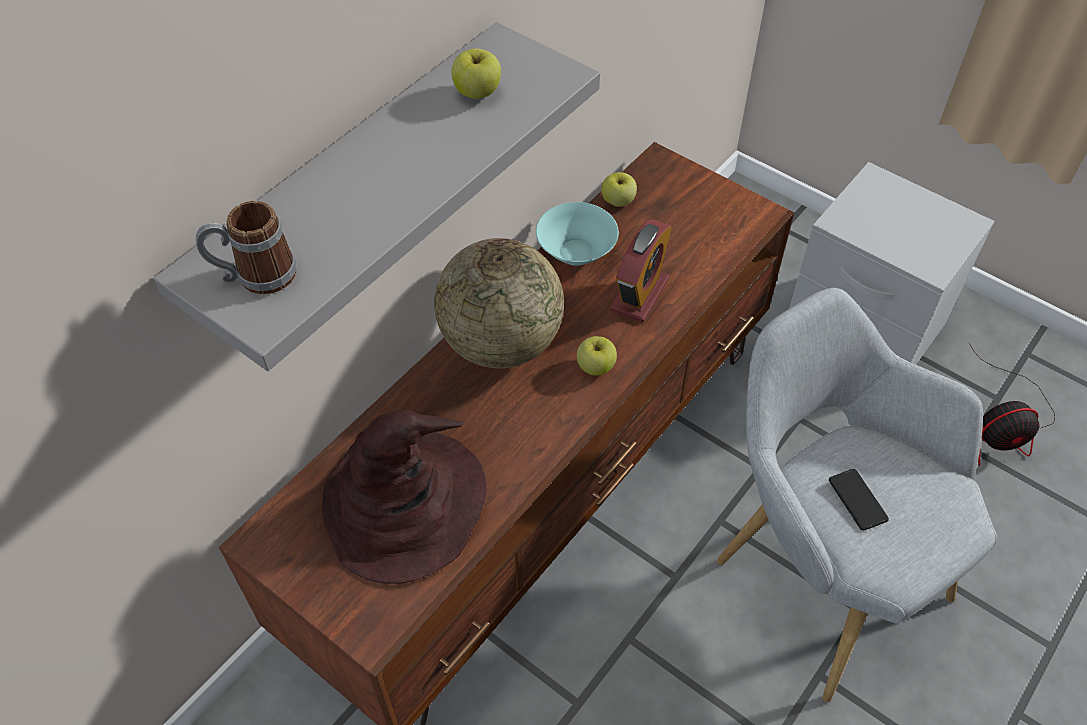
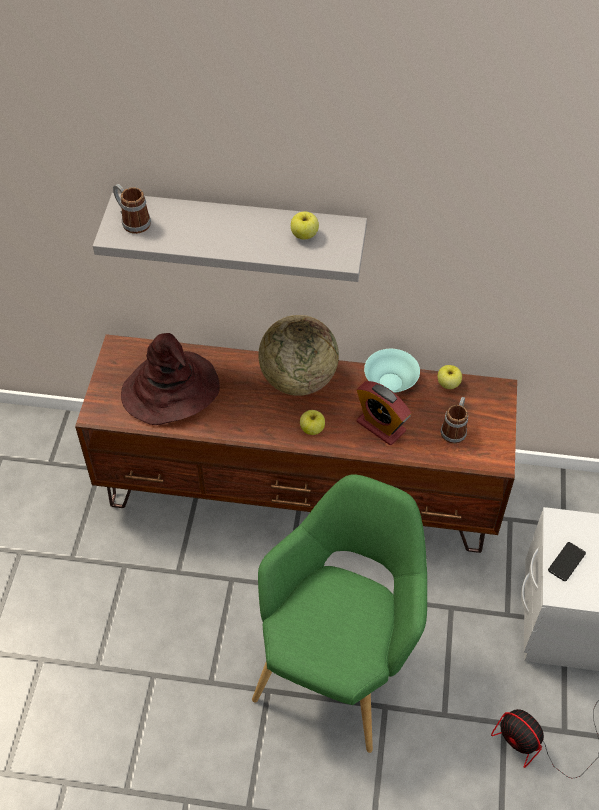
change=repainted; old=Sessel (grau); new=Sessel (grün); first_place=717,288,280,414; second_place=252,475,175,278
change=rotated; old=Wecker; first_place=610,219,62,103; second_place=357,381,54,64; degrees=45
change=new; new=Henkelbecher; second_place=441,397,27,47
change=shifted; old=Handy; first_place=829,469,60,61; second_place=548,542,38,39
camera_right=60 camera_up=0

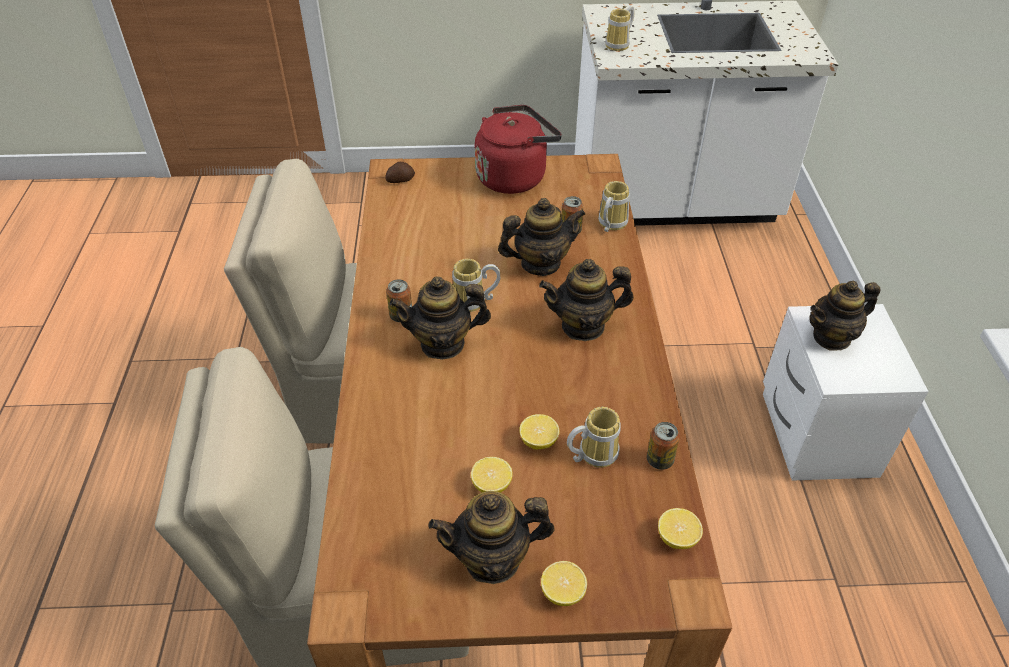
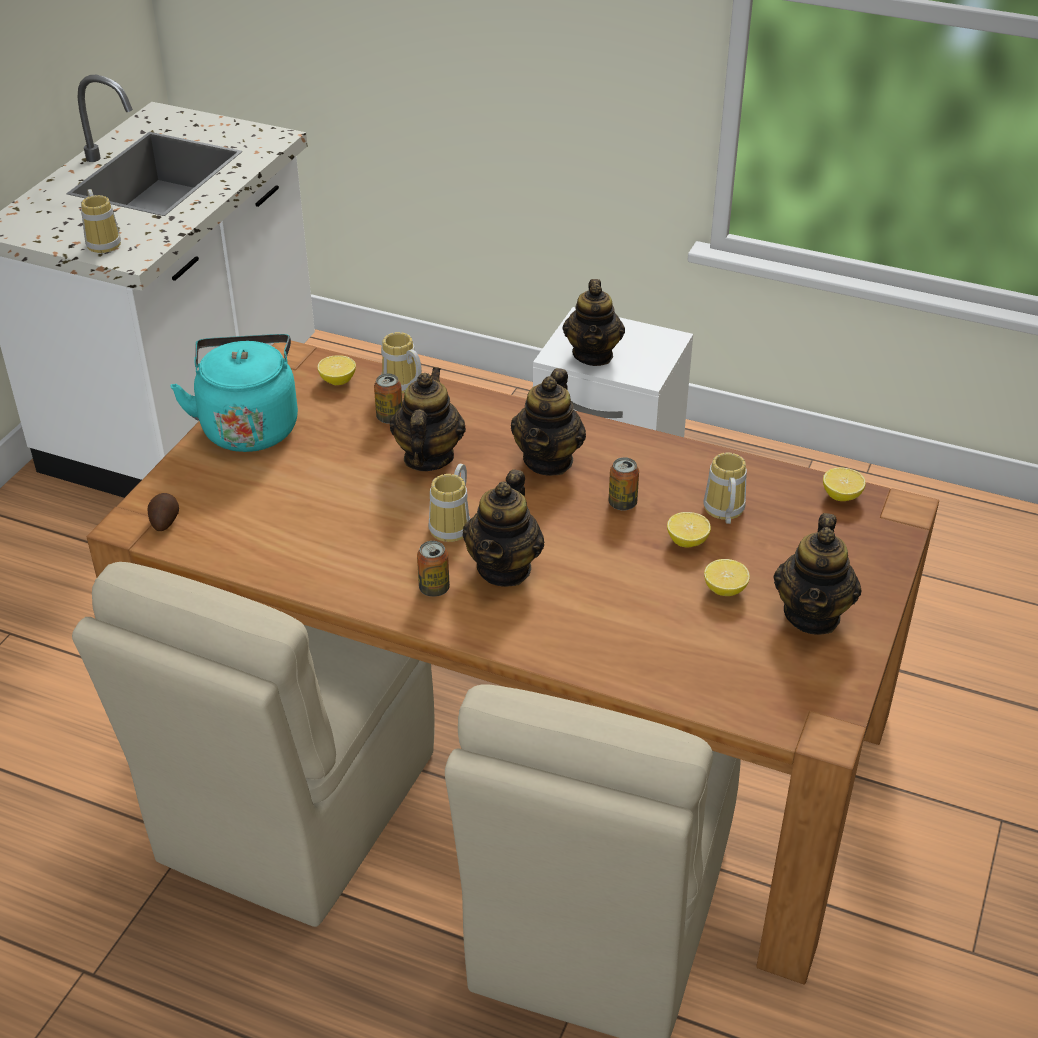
change=repainted; old=Wasserkessel (rot); new=Wasserkessel (türkis); first_place=475,105,87,89; second_place=170,334,128,118
change=shifted; old=Zitrone; first_place=541,561,46,45; second_place=317,355,39,30
change=shifted; old=Dose; first_place=647,422,33,48; second_place=609,457,30,53
camera_right=-65 camera_up=-5

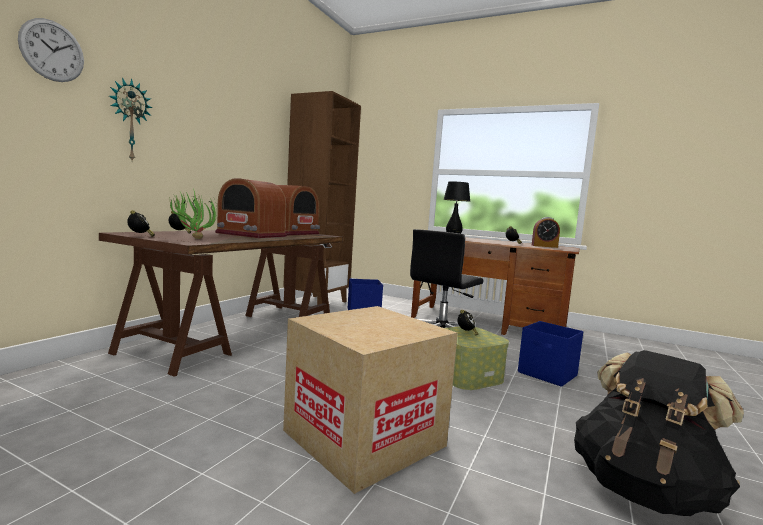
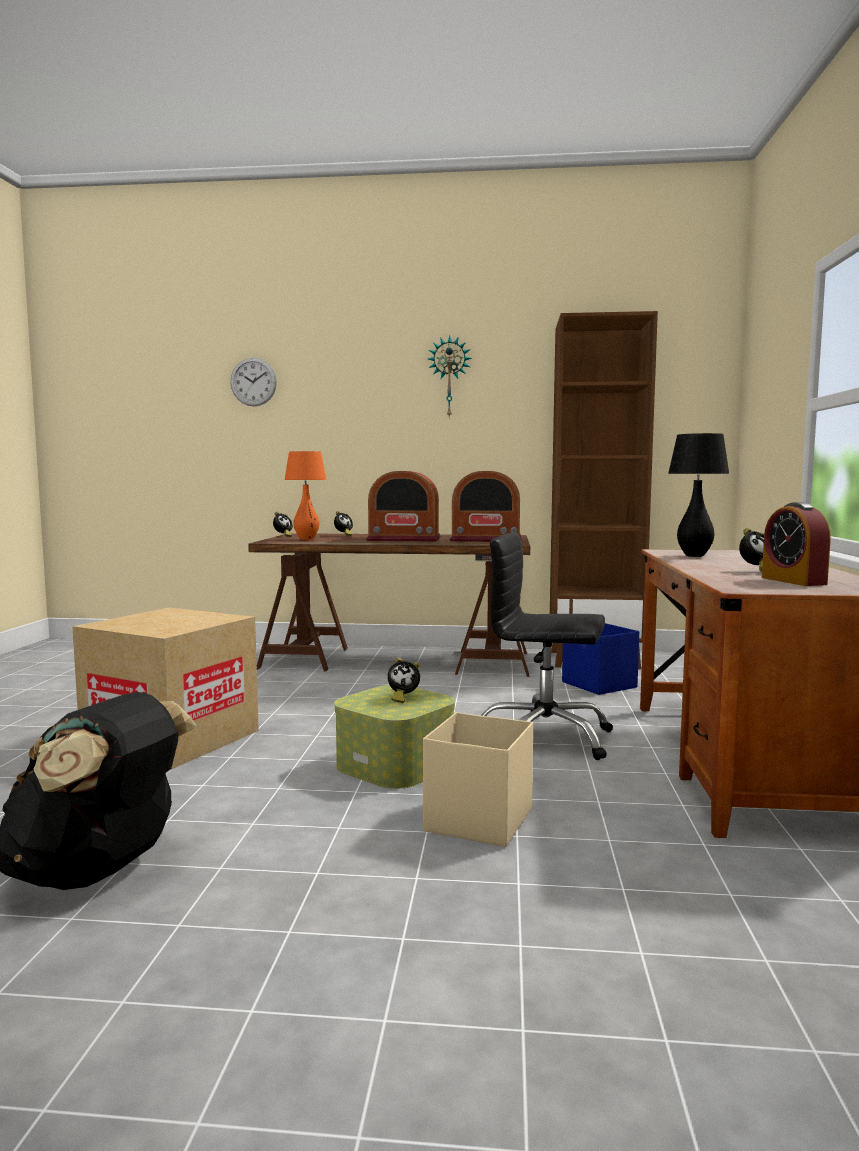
change=swapped; old=Topfpflanze; new=Tischlampe (orange); first_place=169,191,48,48; second_place=284,451,43,89
change=rotated; old=Radio; first_place=215,178,72,60; second_place=366,471,75,71; degrees=-90
change=repainted; old=Aufbewahrungsbox (blau); new=Aufbewahrungsbox (beige); first_place=518,321,65,66; second_place=423,712,110,135
change=shifted; old=Wanduhr; first_place=109,77,44,84; second_place=428,336,44,83
camera_right=70 camera_up=0

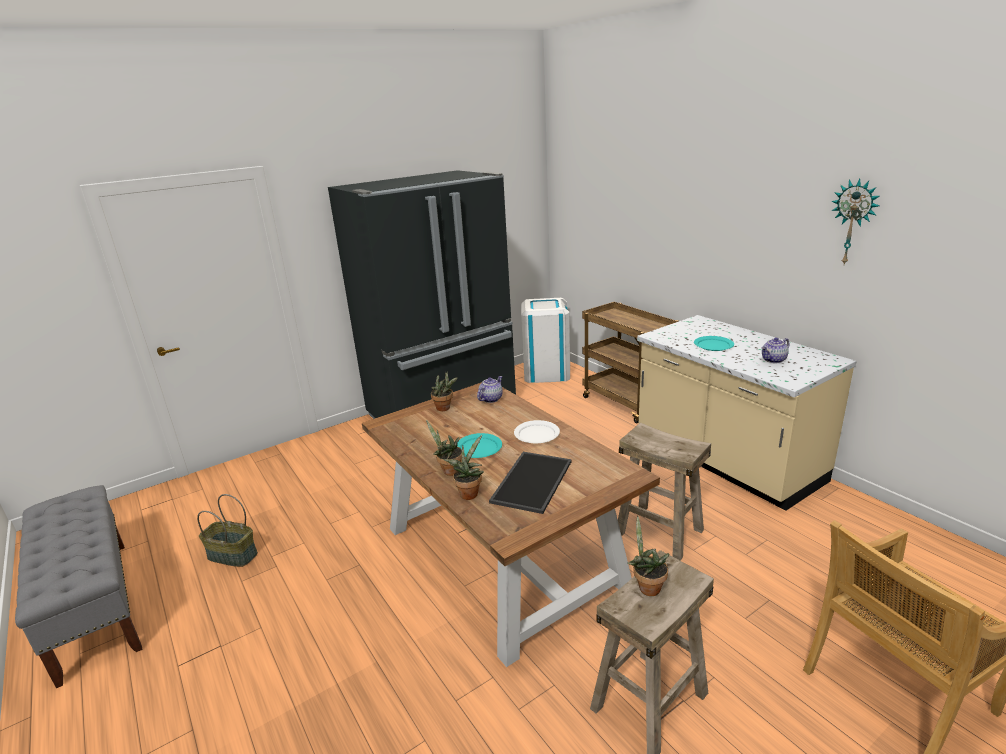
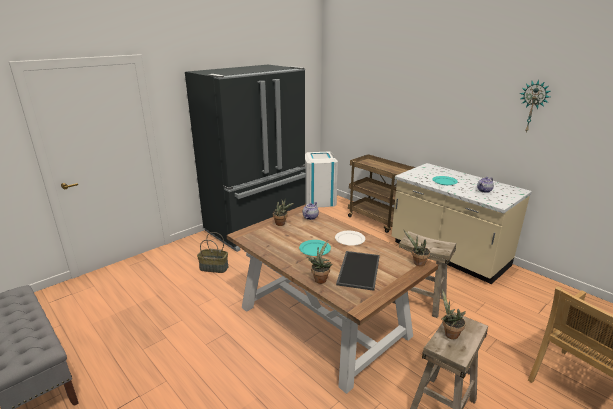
change=shifted; old=Korb; first_place=197,494,61,73; second_place=197,232,32,41
change=shifted; old=Topfpflanze; first_place=426,420,36,56; second_place=403,229,27,37
camera_right=-10 camera_up=0

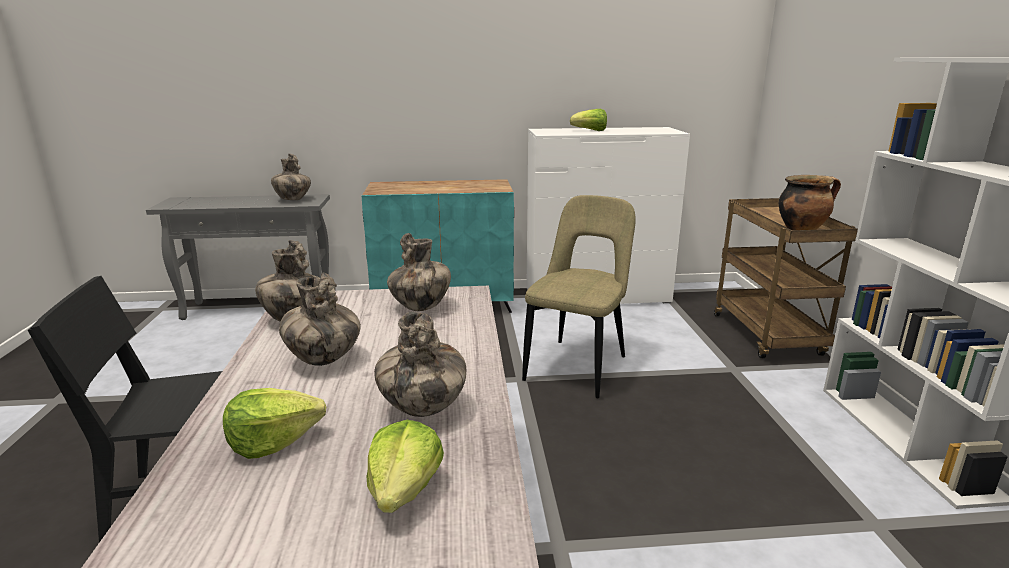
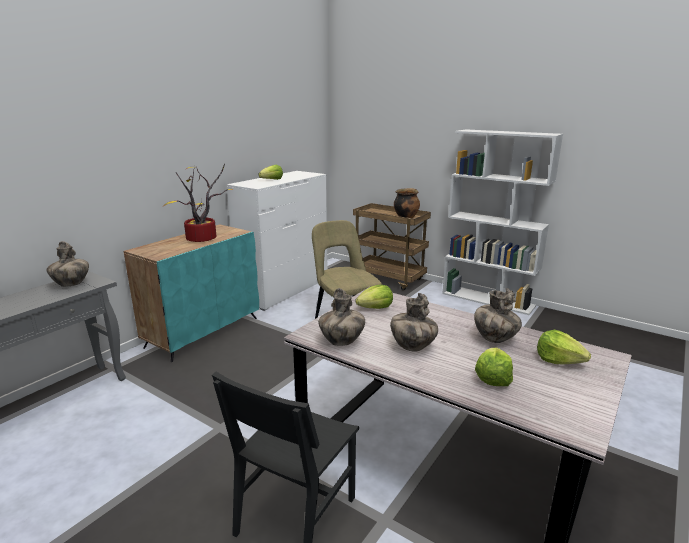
change=new; new=Topfpflanze; second_place=162,163,72,79
change=swapped; old=Vase; new=Salatkopf; first_place=387,233,64,78; second_place=356,285,37,24
camera_right=-50 camera_up=0

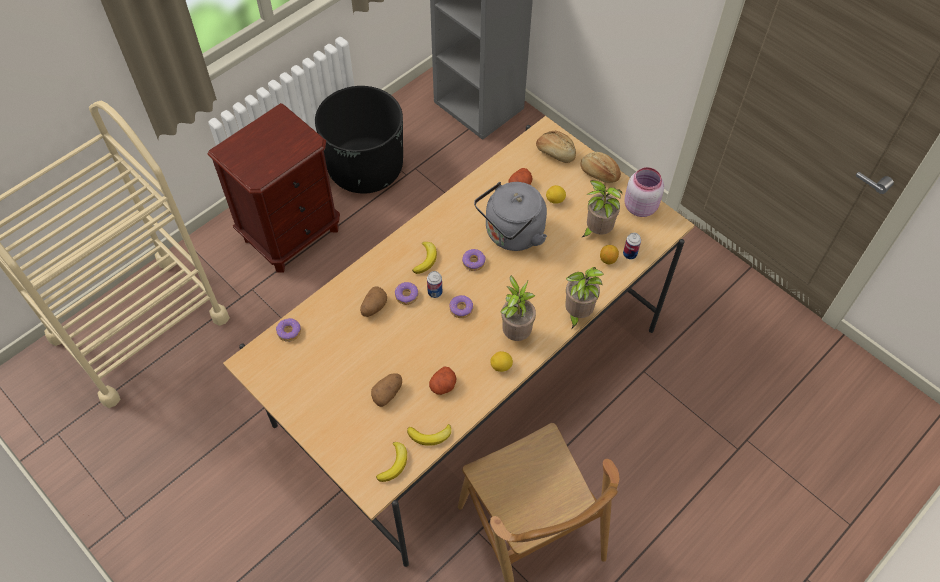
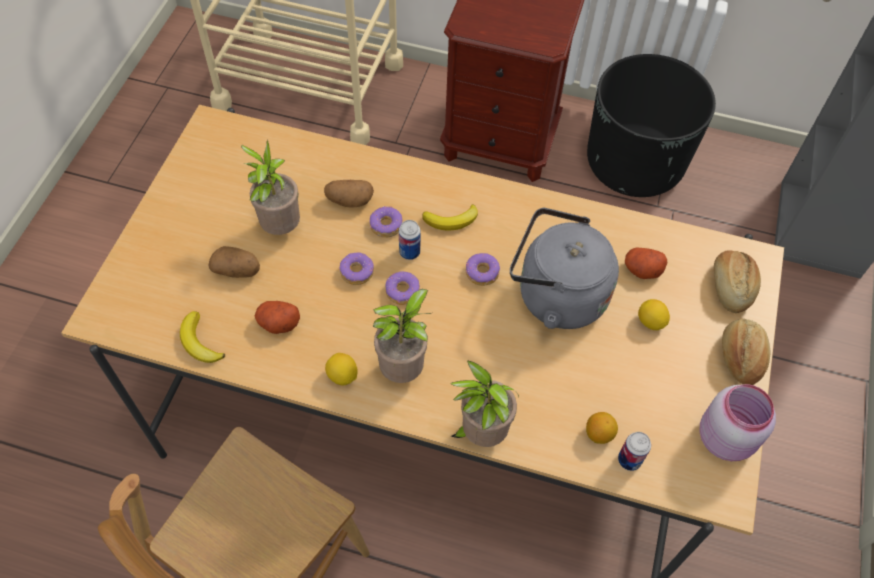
change=shifted; old=Topfpflanze; first_place=582,180,40,57; second_place=241,140,59,95
change=shifted; old=Donut; first_place=276,318,25,24; second_place=340,253,34,32
change=gone; old=Banane; first_place=376,442,31,40
camera_right=60 camera_up=0

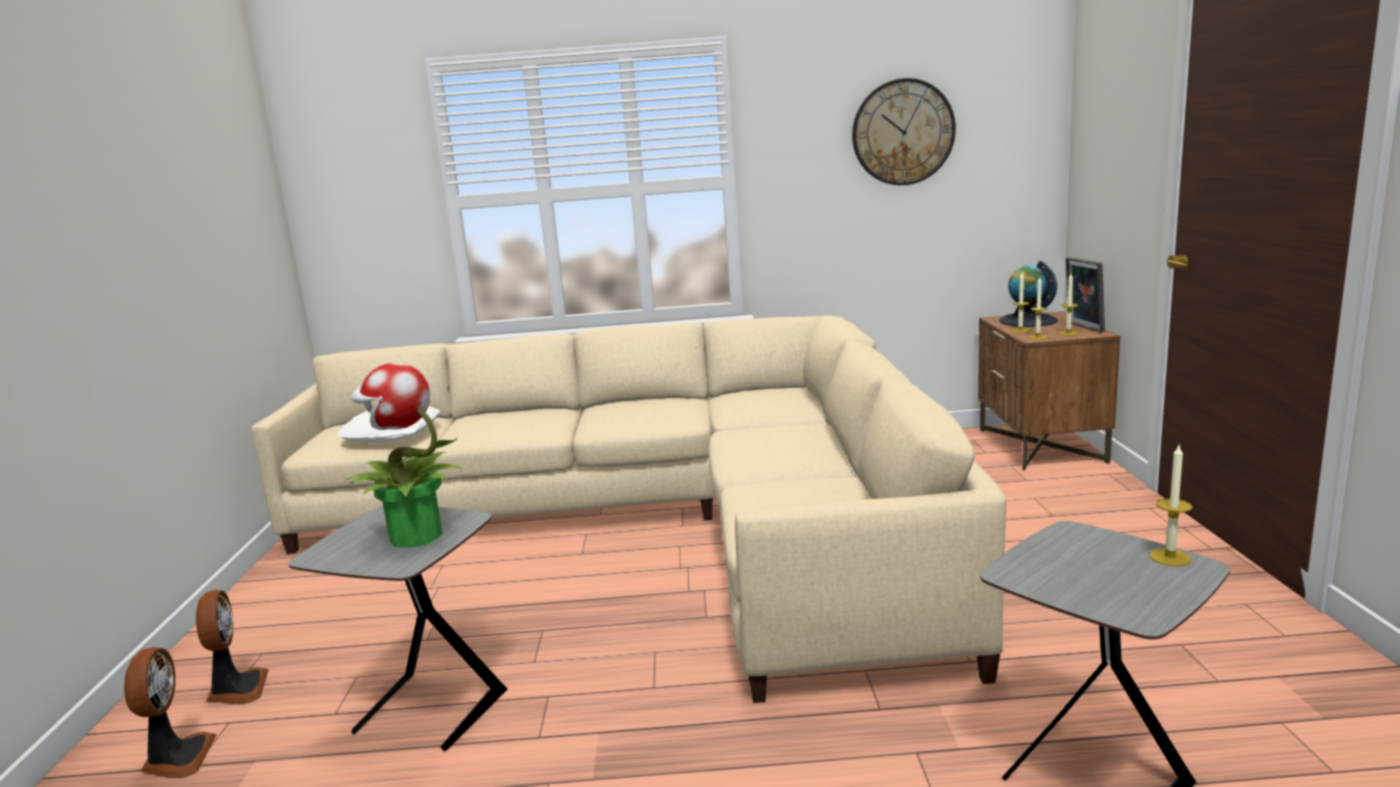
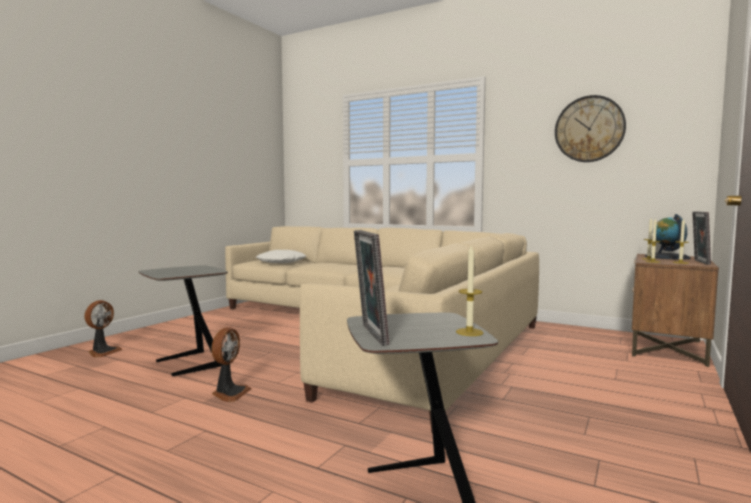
change=shifted; old=Ventilator; first_place=196,590,73,114; second_place=211,327,41,75
change=new; new=Bilderrahmen; second_place=354,230,35,116
change=gone; old=Topfpflanze; first_place=347,363,117,185
camera_right=30 camera_up=-10

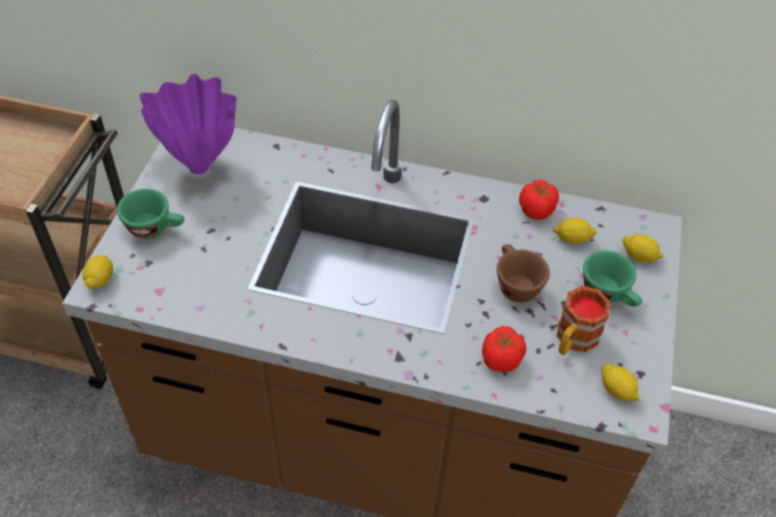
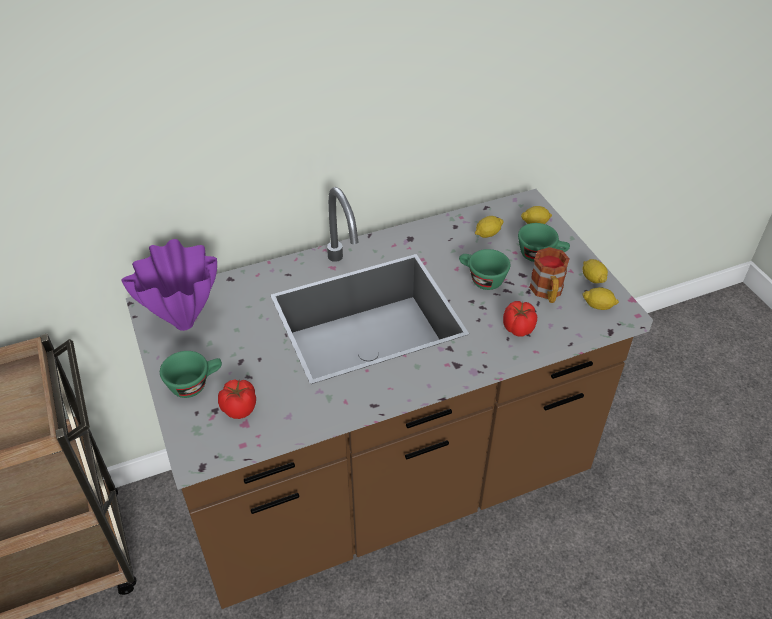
change=shifted; old=Tomate; first_place=519,180,40,40; second_place=218,379,38,40
change=repainted; old=Tasse (braun); new=Tasse (grün); first_place=497,244,53,58; second_place=459,249,51,41
change=shifted; old=Zitrone; first_place=82,255,31,34; second_place=582,259,26,24
camera_right=-35 camera_up=-5

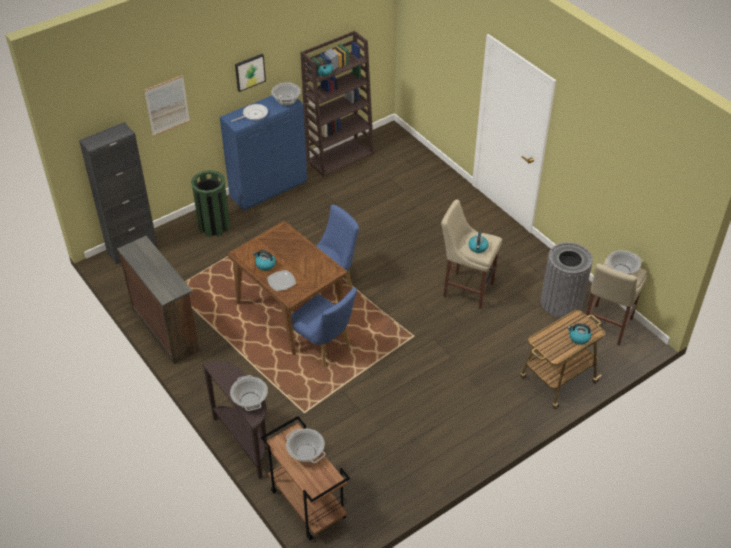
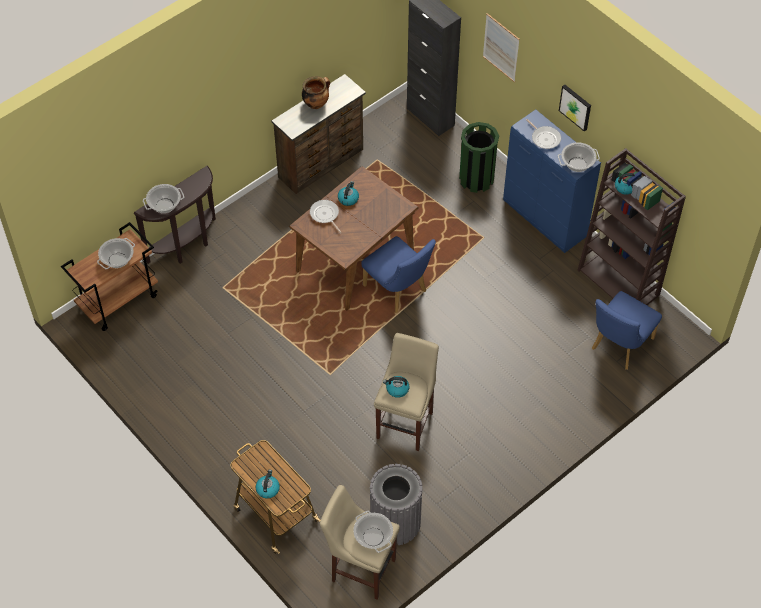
change=new; new=Kochtopf; second_place=302,76,28,33
change=swapped; old=Teller; new=Pfanne; first_place=267,270,29,21; second_place=310,200,31,33
change=shifted; old=Stuhl (blau); first_place=289,288,68,79; second_place=592,291,70,79
camera_right=85 camera_up=10

